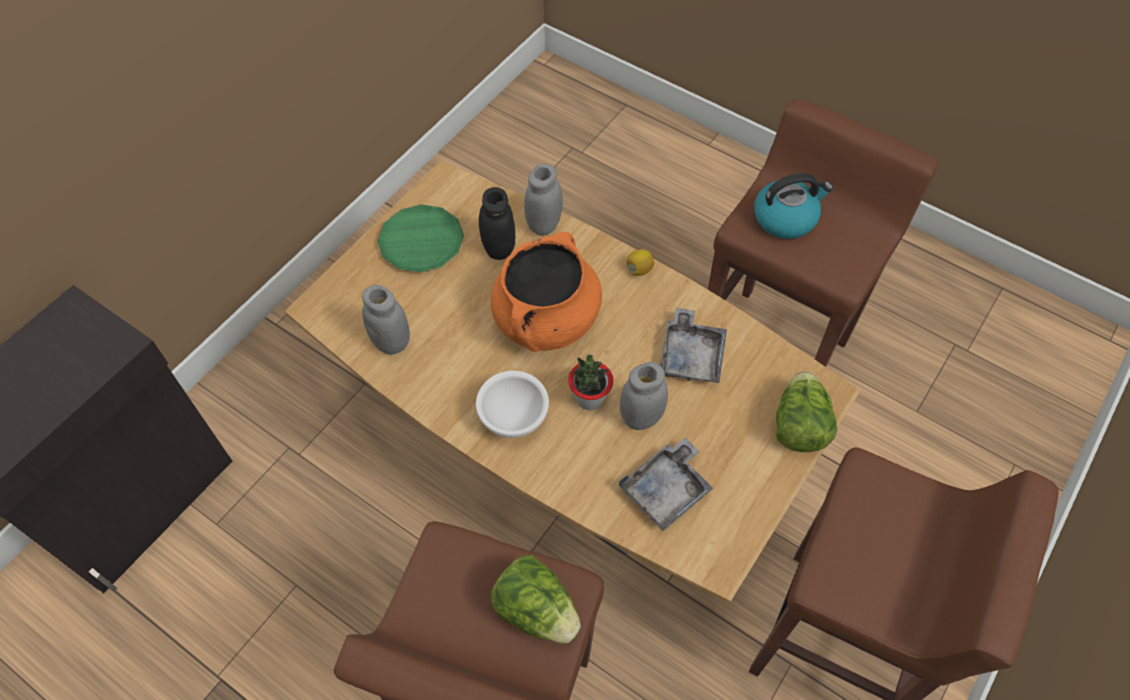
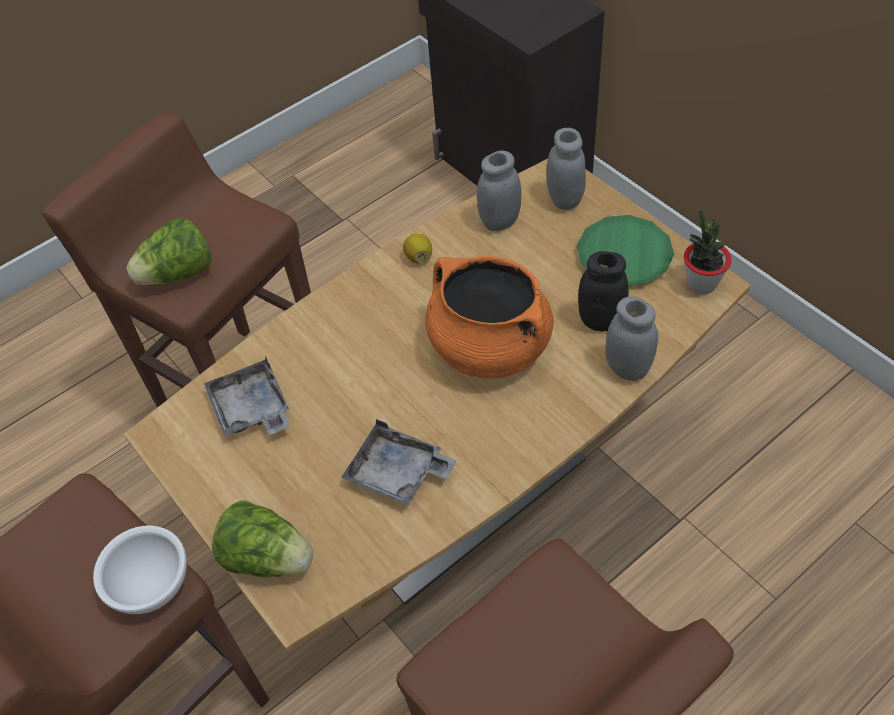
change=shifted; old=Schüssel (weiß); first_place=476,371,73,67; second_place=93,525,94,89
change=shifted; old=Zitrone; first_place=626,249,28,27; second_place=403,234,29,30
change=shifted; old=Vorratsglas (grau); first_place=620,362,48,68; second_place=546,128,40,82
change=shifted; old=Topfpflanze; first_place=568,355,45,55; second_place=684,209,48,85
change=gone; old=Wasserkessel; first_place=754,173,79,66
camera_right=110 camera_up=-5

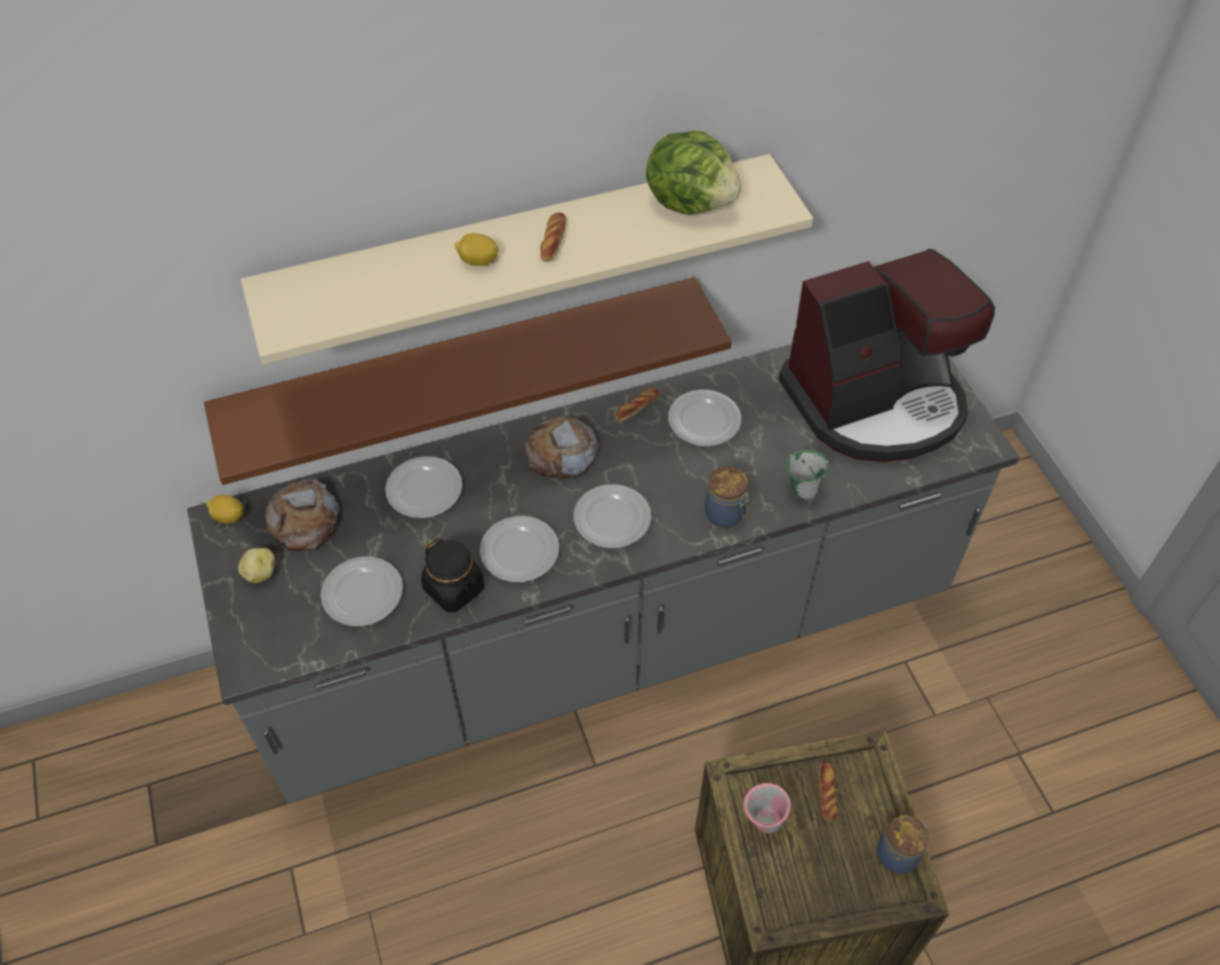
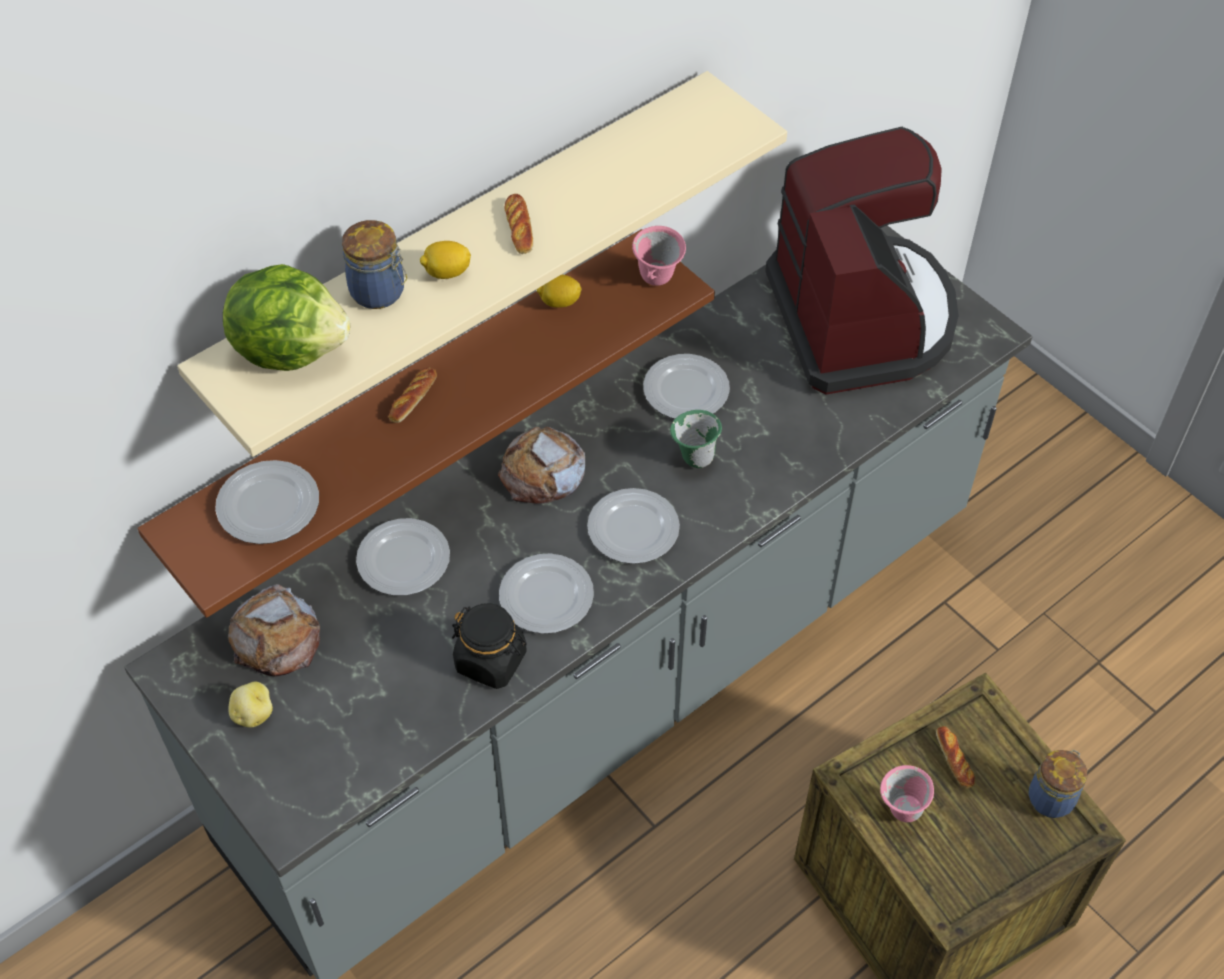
change=shifted; old=Teller; first_place=321,557,82,69; second_place=215,460,104,84
change=shifted; old=Salatkopf; first_place=646,131,96,84; second_place=223,264,127,107
change=shifted; old=Vorratsglas; first_place=705,467,44,60; second_place=342,220,65,89
change=shifted; old=Brot; first_place=615,388,45,33; second_place=389,367,48,56
change=shifted; old=Zitrone; first_place=206,495,38,28; second_place=536,274,46,34
change=new; new=Henkelbecher (rosa); second_place=632,226,54,60
change=shifted; old=Henkelbecher (grün); first_place=784,450,46,50; second_place=670,410,52,58
change=rotated; old=Kaffeemaschine; first_place=779,249,216,213; second_place=765,127,194,268; degrees=-60
camera_right=-20 camera_up=0

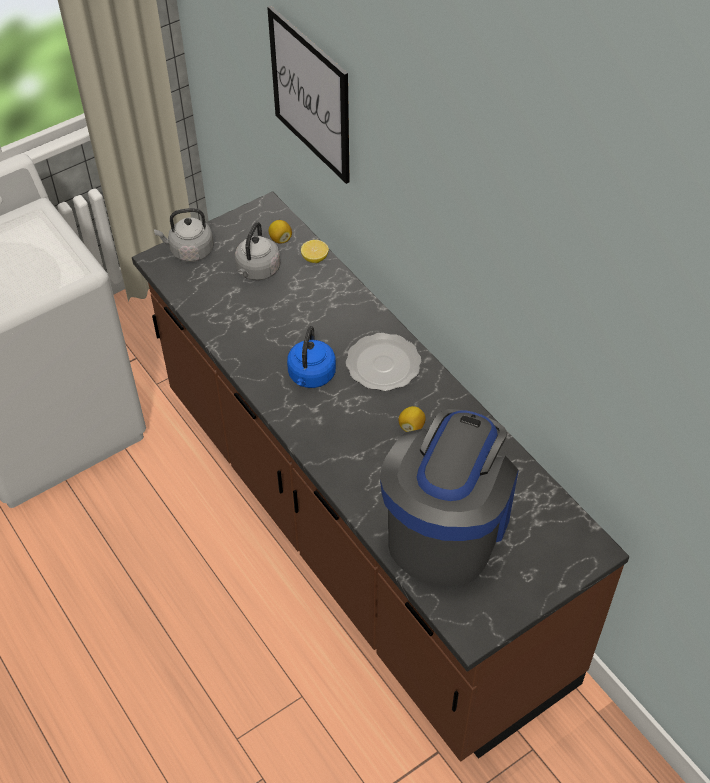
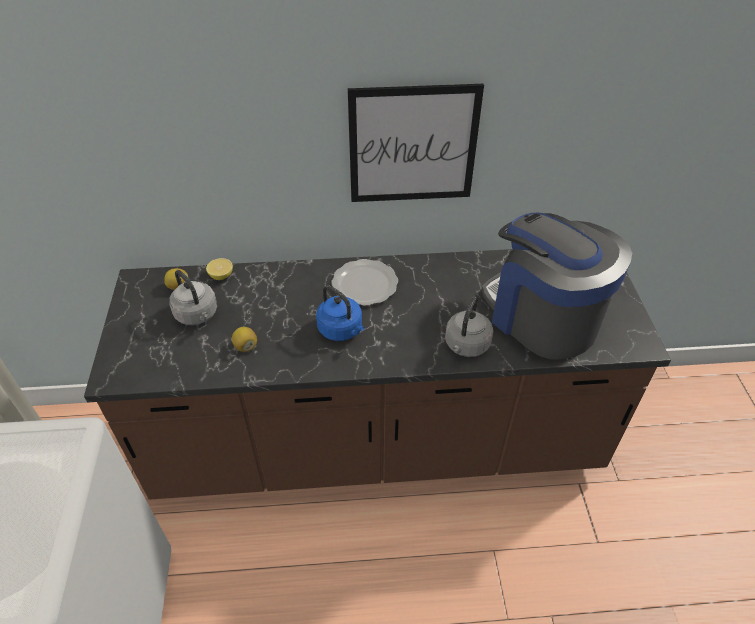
change=shifted; old=Zitrone; first_place=398,406,28,26; second_place=232,327,25,25
change=shifted; old=Bild; first_place=267,6,83,178; second_place=348,84,136,118
change=shifted; old=Wasserkessel (grau); first_place=154,208,60,54; second_place=445,296,48,61
camera_right=-60 camera_up=-5

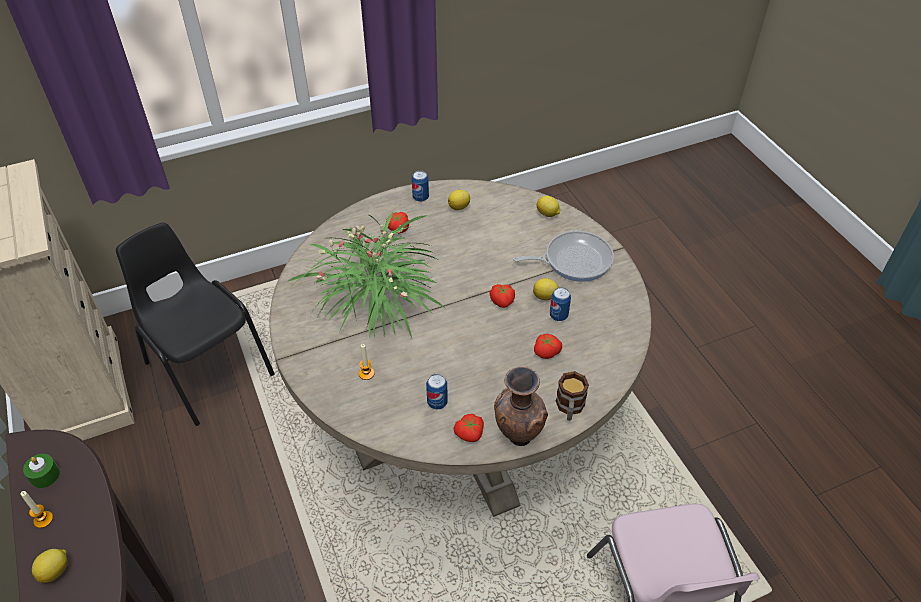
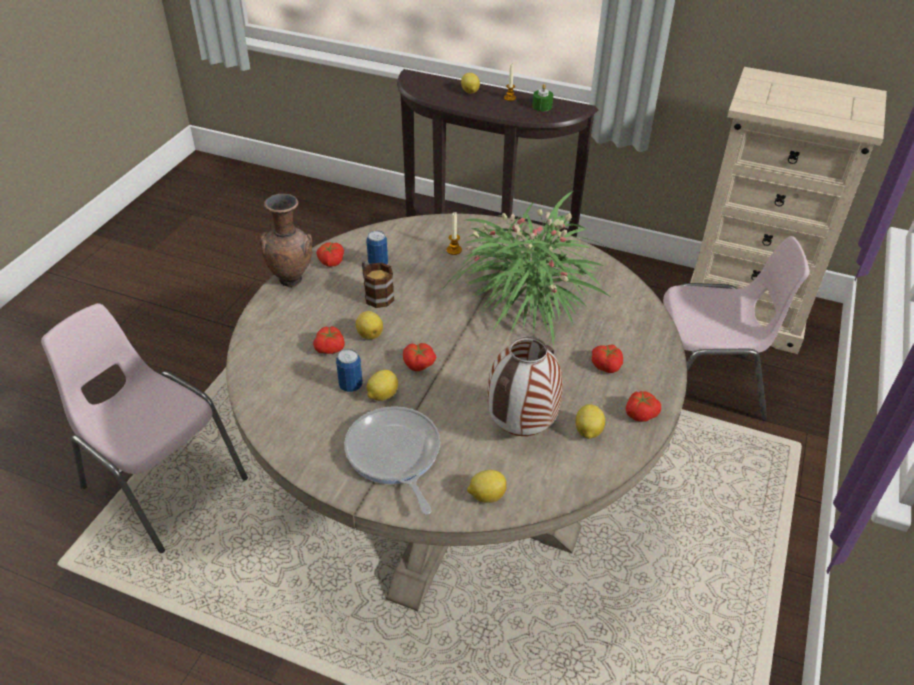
change=rotated; old=Pfanne; first_place=513,231,101,51; second_place=344,406,96,109; degrees=120
change=new; new=Zitrone; second_place=356,311,27,28
change=shifted; old=Henkelbecher; first_place=556,371,33,49; second_place=362,261,32,47
change=new; new=Vase; second_place=487,336,76,100
change=swapped; old=Dose; new=Tomate; first_place=412,170,17,32; second_place=626,391,35,31
change=repainted; old=Stuhl (schwarz); new=Stuhl (rosa); first_place=116,222,159,204; second_place=663,236,147,185
camera_right=135 camera_up=-5

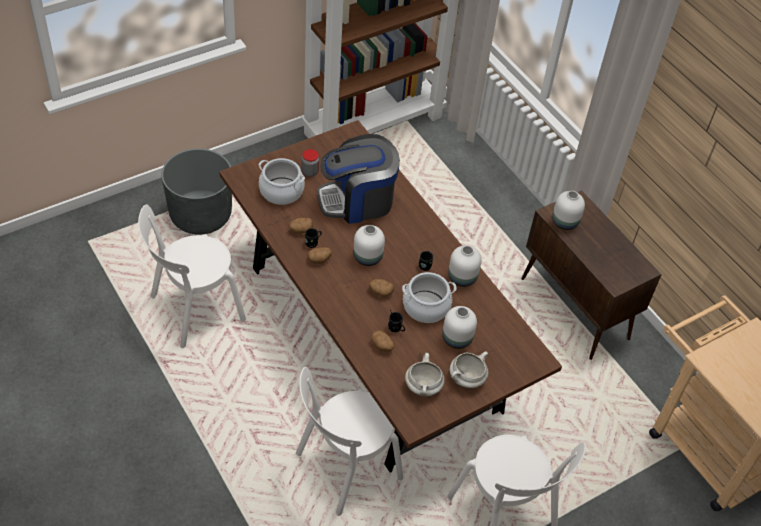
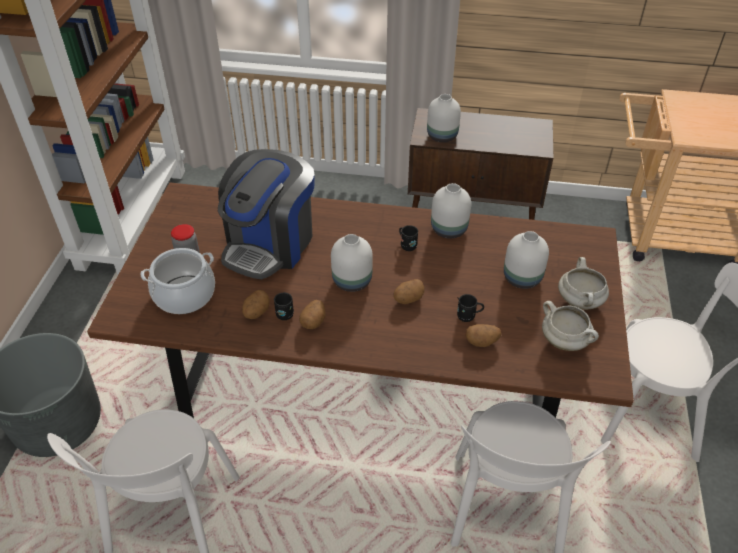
change=gone; old=Kochtopf; first_place=402,272,54,51
camera_right=-45 camera_up=-5

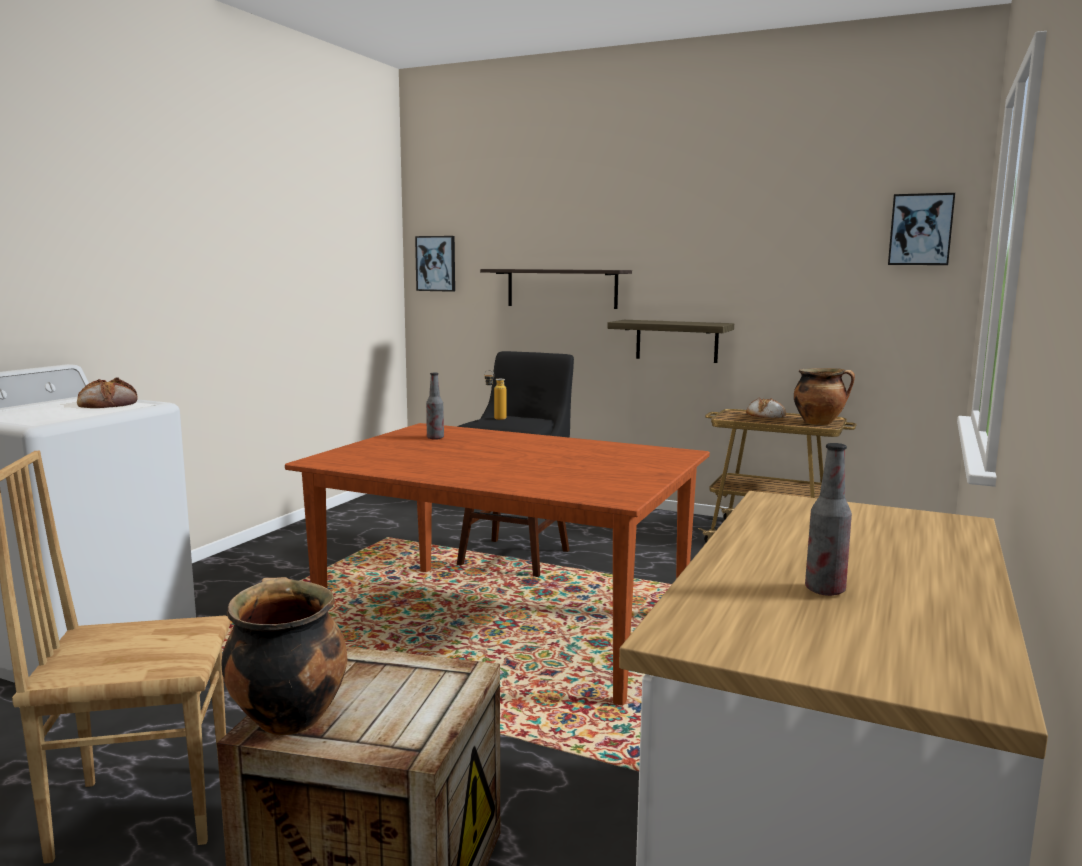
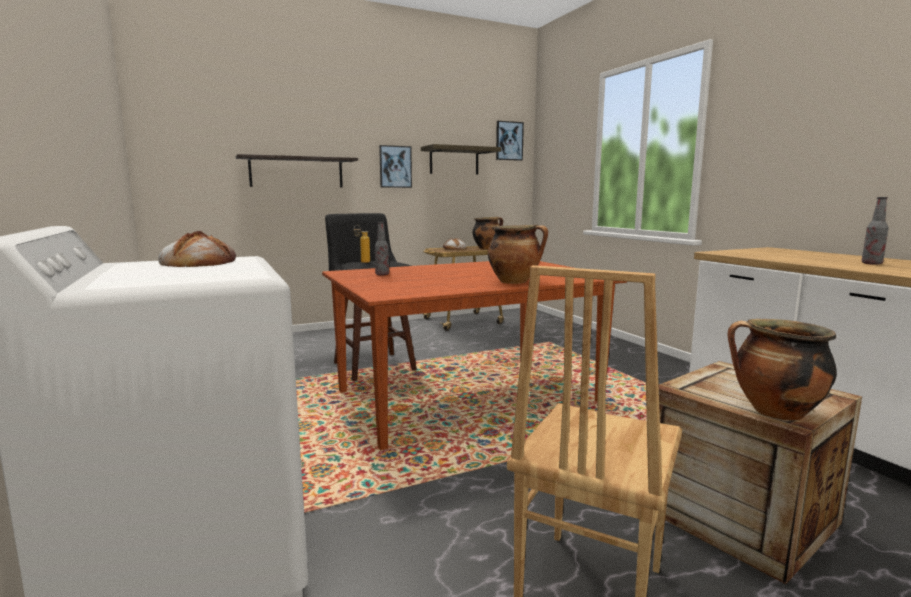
change=shifted; old=Bild; first_place=415,236,40,56; second_place=379,145,33,43
change=shifted; old=Wandregal; first_place=607,320,127,43; second_place=421,144,80,31
change=new; new=Kochtopf; second_place=488,225,60,59
camera_right=-50 camera_up=0

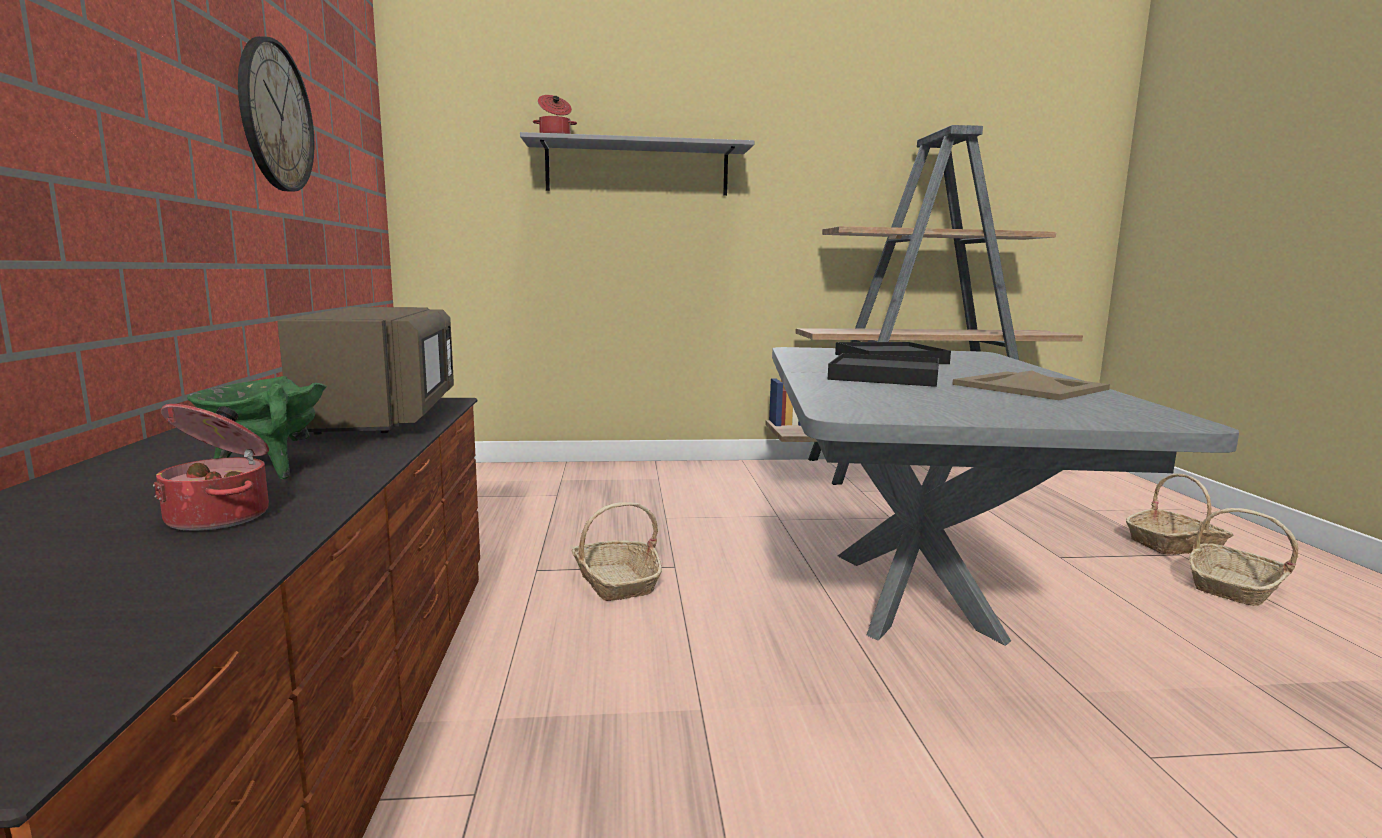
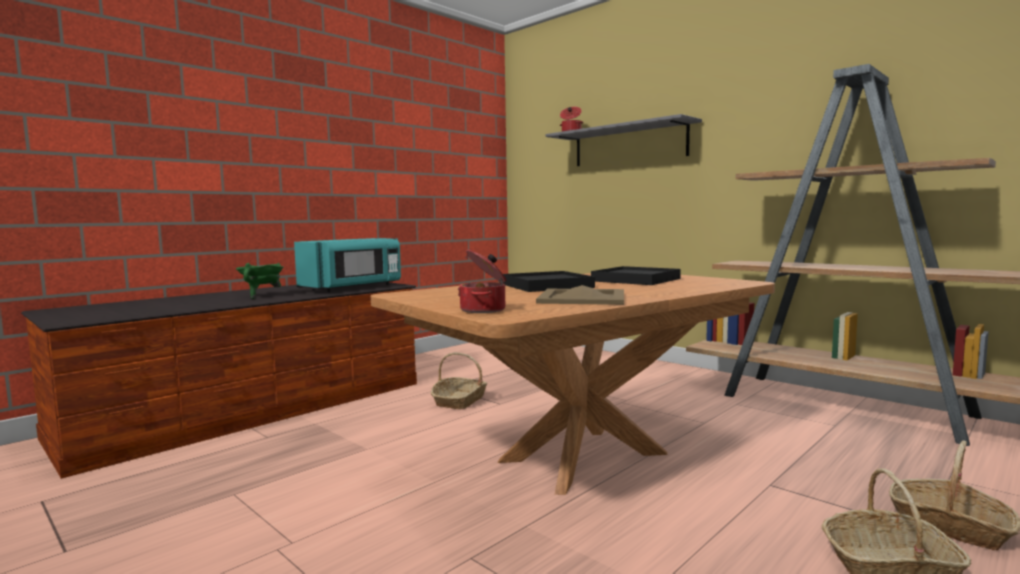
change=repainted; old=Mikrowelle (braun); new=Mikrowelle (türkis); first_place=277,307,177,128; second_place=294,238,107,54
change=repainted; old=Esstisch (grau); new=Esstisch (braun); first_place=772,347,467,299; second_place=371,273,404,222
change=shifted; old=Kochtopf; first_place=153,404,116,127; second_place=458,250,48,63
change=gone; old=Wanduhr; first_place=238,36,76,156
camera_right=50 camera_up=-5

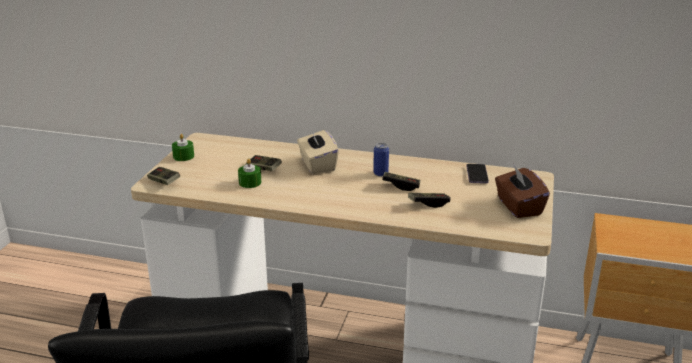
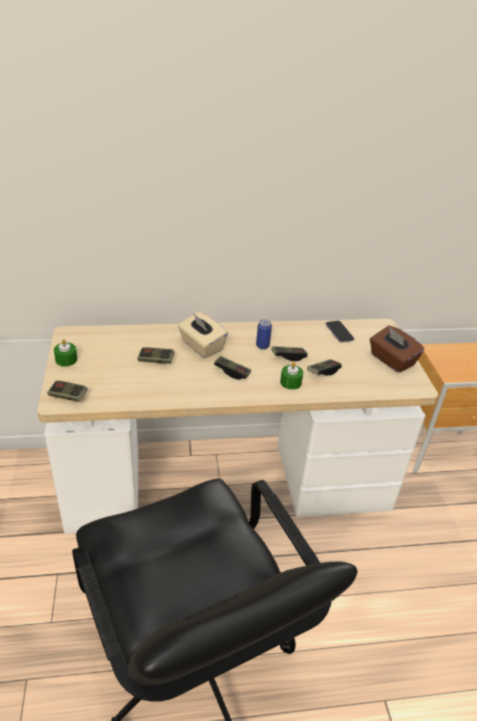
change=new; new=Gamepad; second_place=214,356,37,24
change=shifted; old=Kerze (grün); first_place=238,159,23,29; second_place=280,362,23,28
camera_right=-25 camera_up=10

